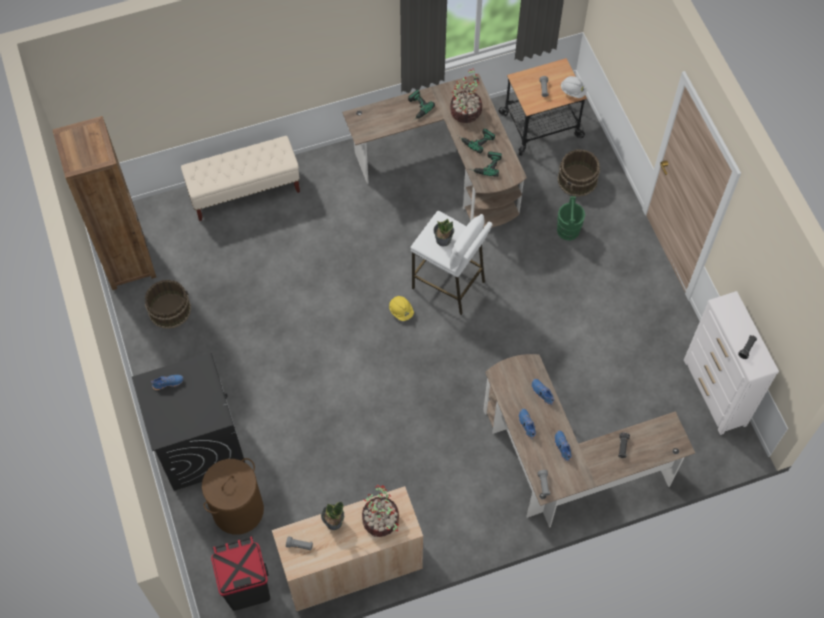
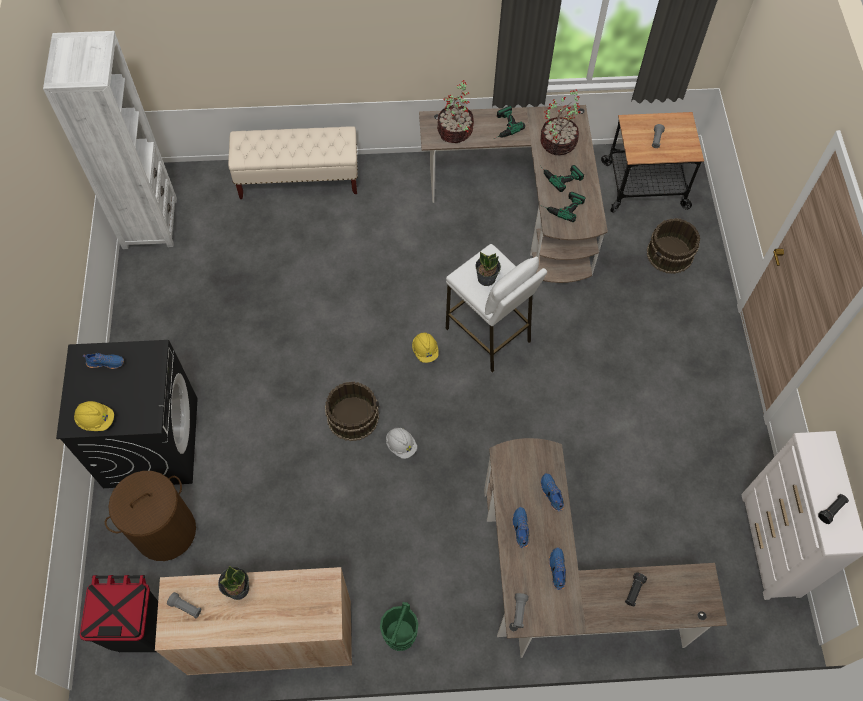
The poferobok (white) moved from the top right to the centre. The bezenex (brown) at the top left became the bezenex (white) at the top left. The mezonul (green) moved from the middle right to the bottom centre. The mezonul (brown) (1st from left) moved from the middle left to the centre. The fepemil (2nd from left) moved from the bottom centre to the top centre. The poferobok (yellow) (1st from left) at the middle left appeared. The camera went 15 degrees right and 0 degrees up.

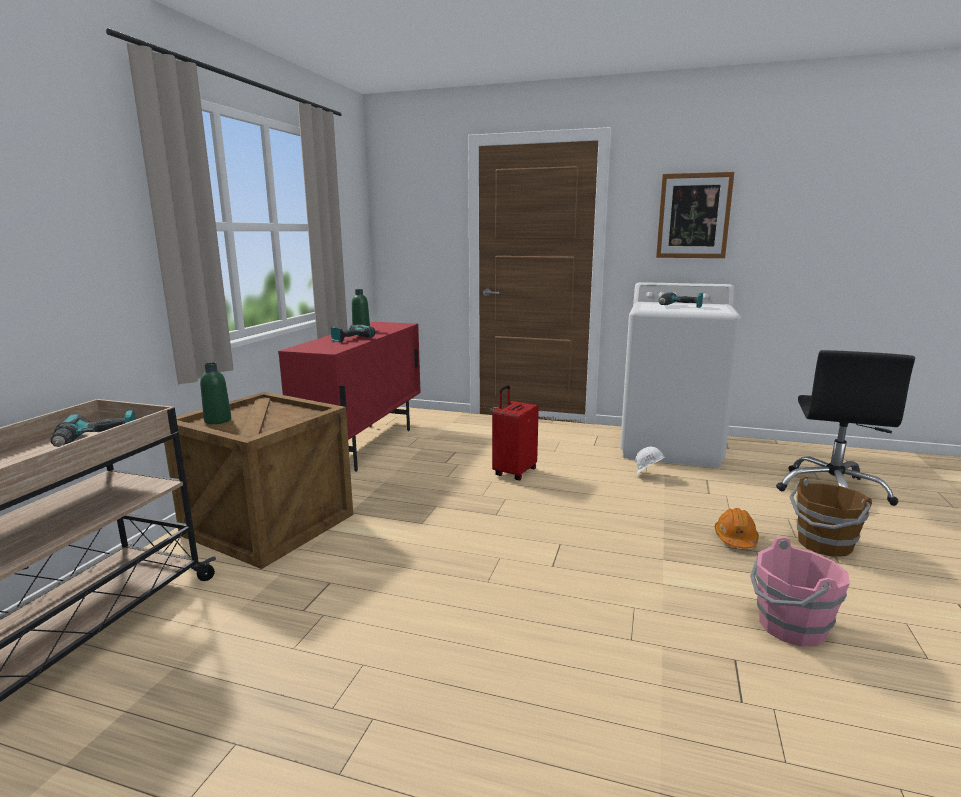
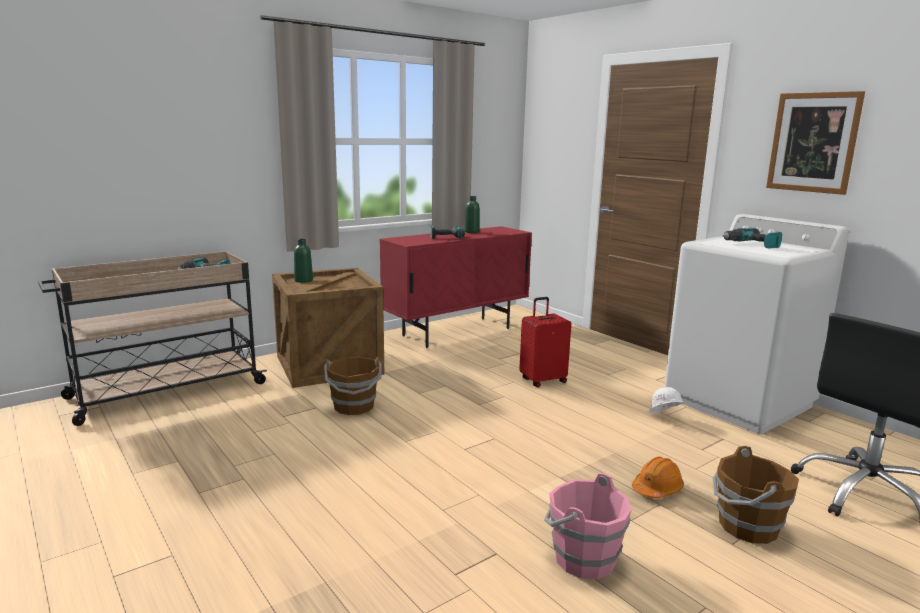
The mezonul (brown) (1st from left) at the centre appeared. The camera went 35 degrees right and 0 degrees up.

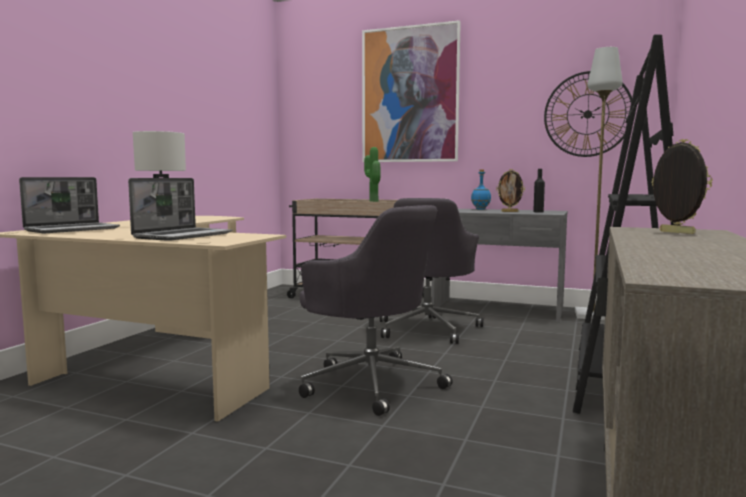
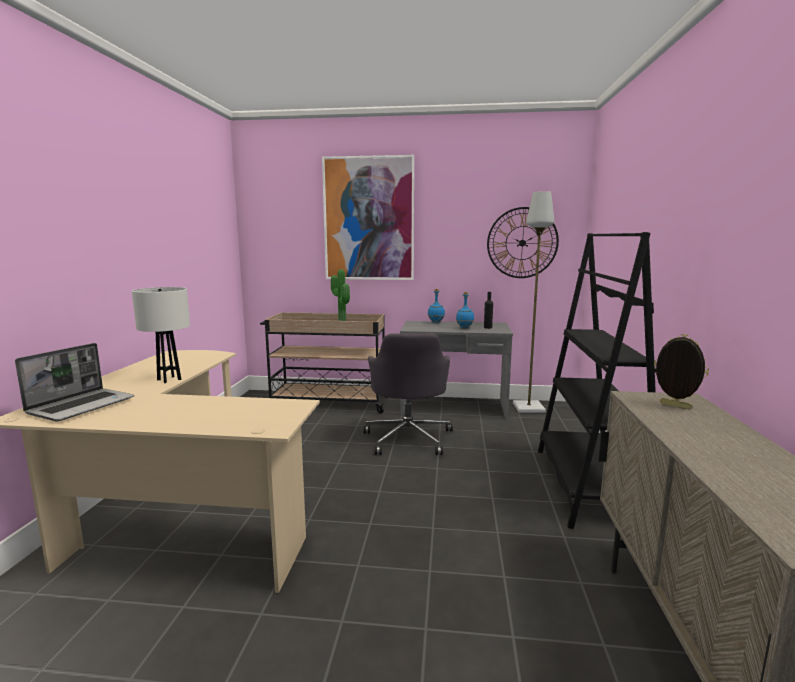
The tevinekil (1st from left) at the middle right was replaced by the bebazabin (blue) (2nd from left) at the centre. The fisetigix (2nd from left) at the middle left disappeared. The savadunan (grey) (1st from left) at the centre disappeared. The camera went 15 degrees left and 5 degrees up.

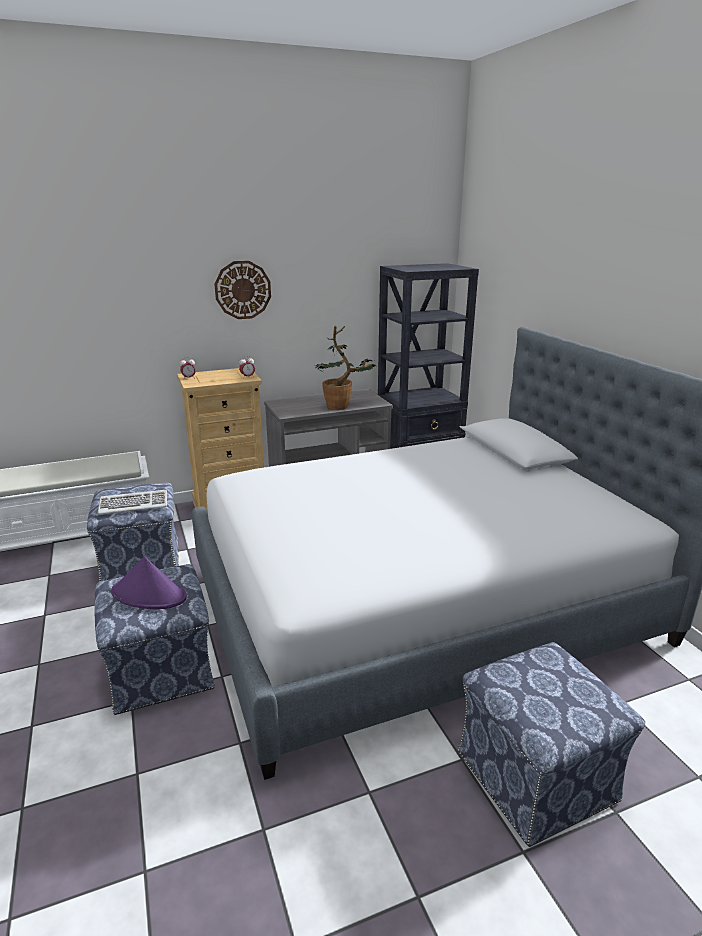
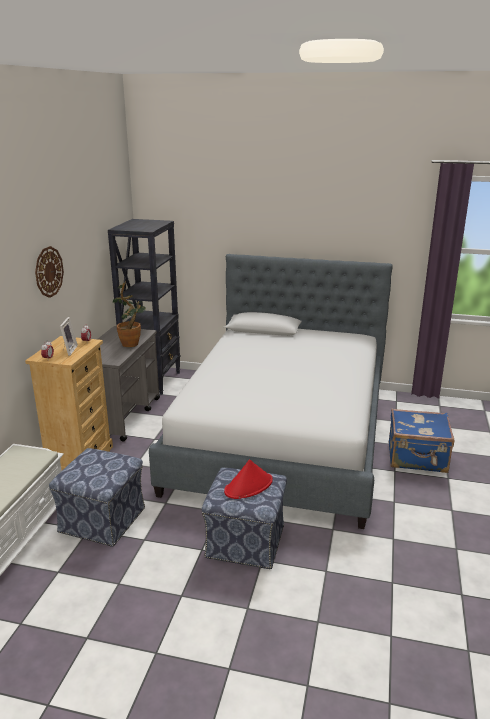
The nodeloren at the middle left disappeared. The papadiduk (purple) at the middle left became the papadiduk (red) at the centre. The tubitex (3rd from left) at the bottom right was replaced by the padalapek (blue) at the middle right. The tevinekil at the middle left appeared. The camera went 55 degrees left and 0 degrees up.

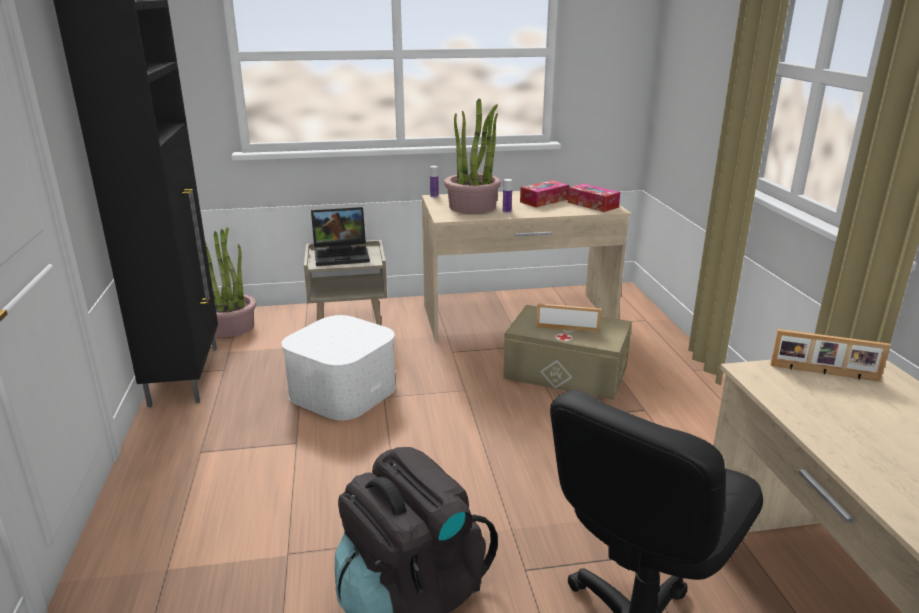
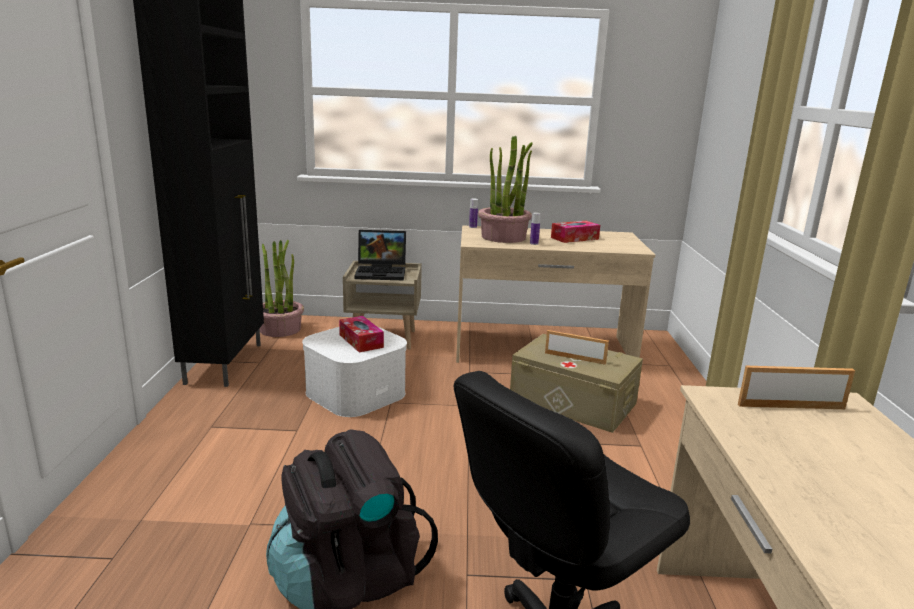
The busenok (2nd from left in the first image) moved from the top centre to the centre. The tevinekil (2nd from left) at the middle right turned 150 degrees clockwise. The camera went 10 degrees right and 5 degrees down.

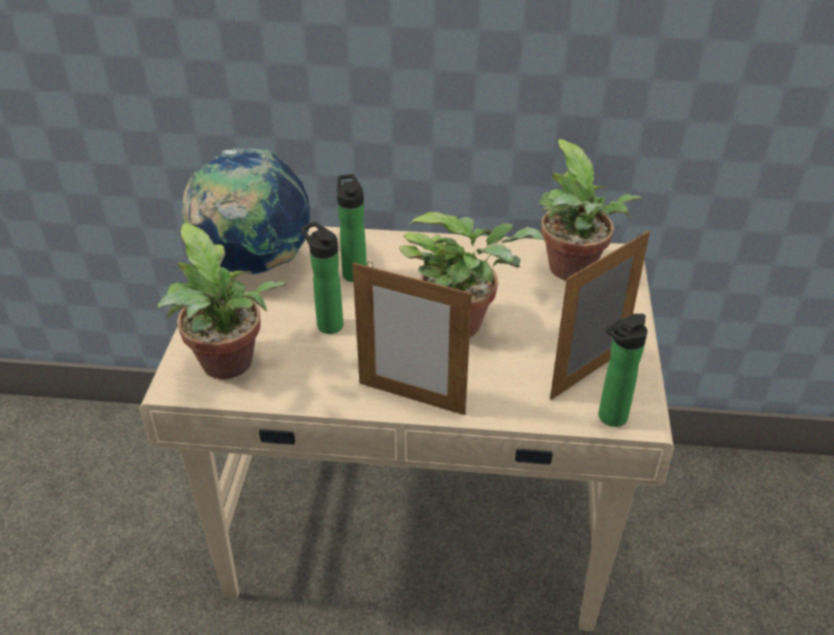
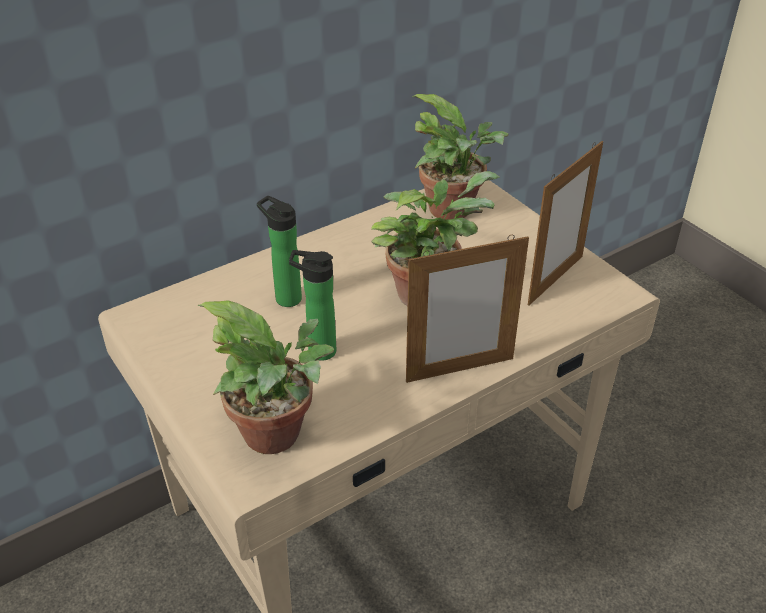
The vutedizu at the top left disappeared. The tevinekil (2nd from left) at the middle right turned 150 degrees counterclockwise. The bebazabin (3rd from left) at the middle right disappeared. The camera went 40 degrees left and 0 degrees up.

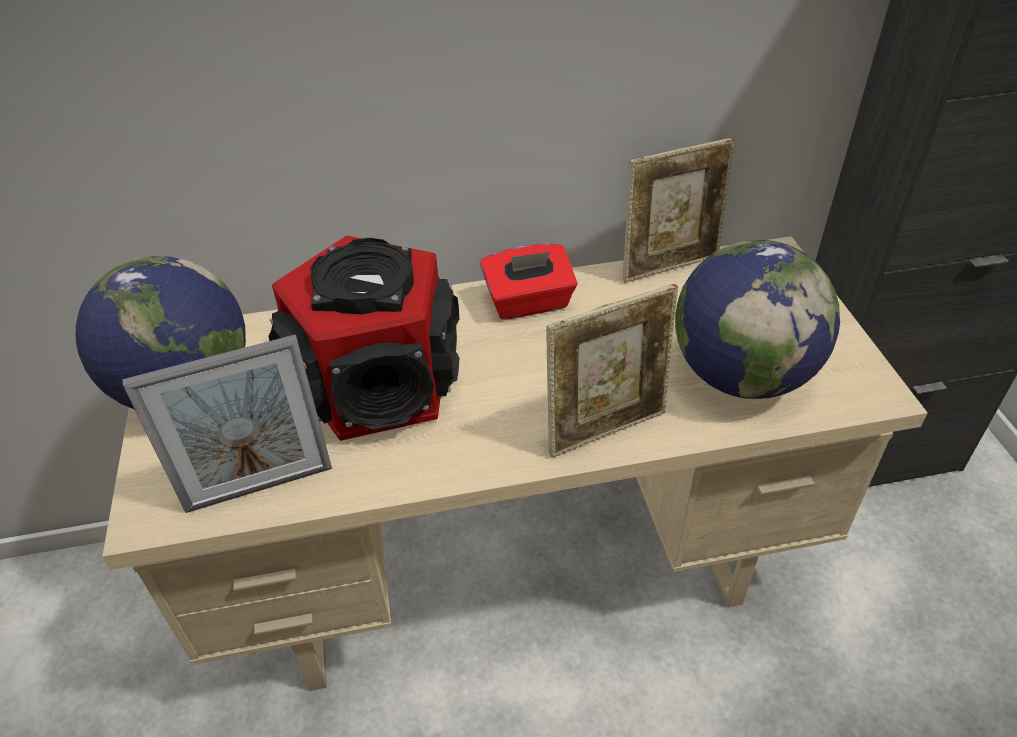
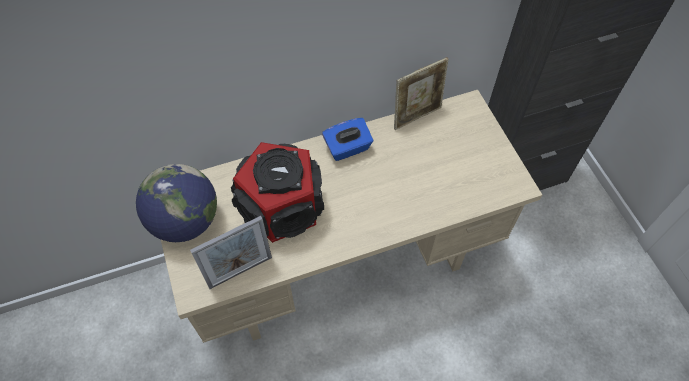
The vutedizu (2nd from left) at the middle right disappeared. The busenok (red) at the centre became the busenok (blue) at the centre. The tevinekil (2nd from left) at the centre disappeared. The camera went 10 degrees left and 15 degrees up.

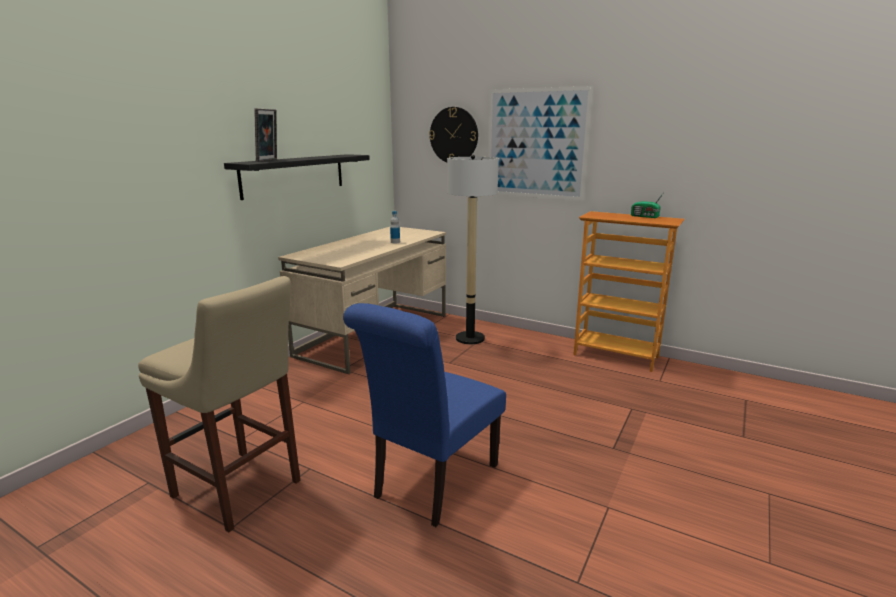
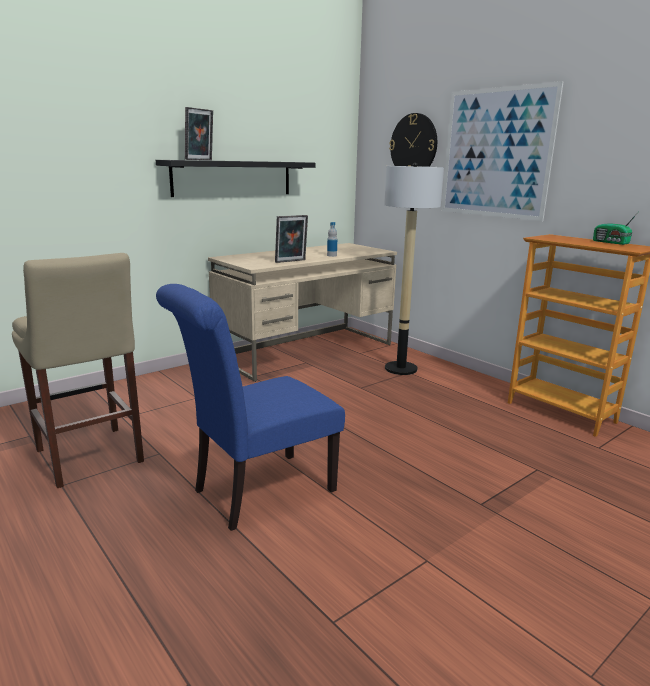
The tevinekil (2nd from left) at the centre appeared. The camera went 20 degrees right and 0 degrees up.

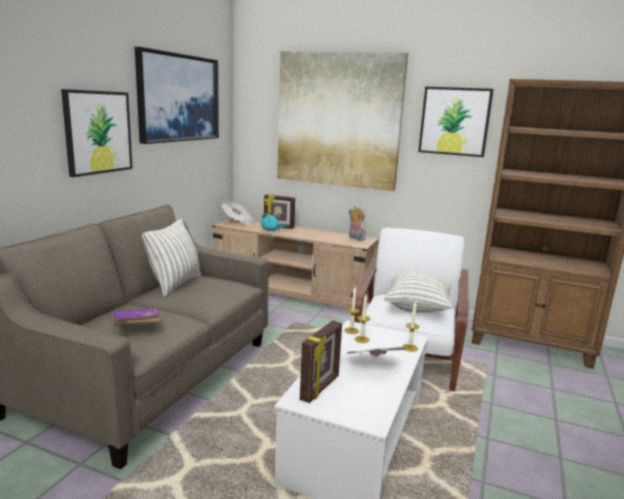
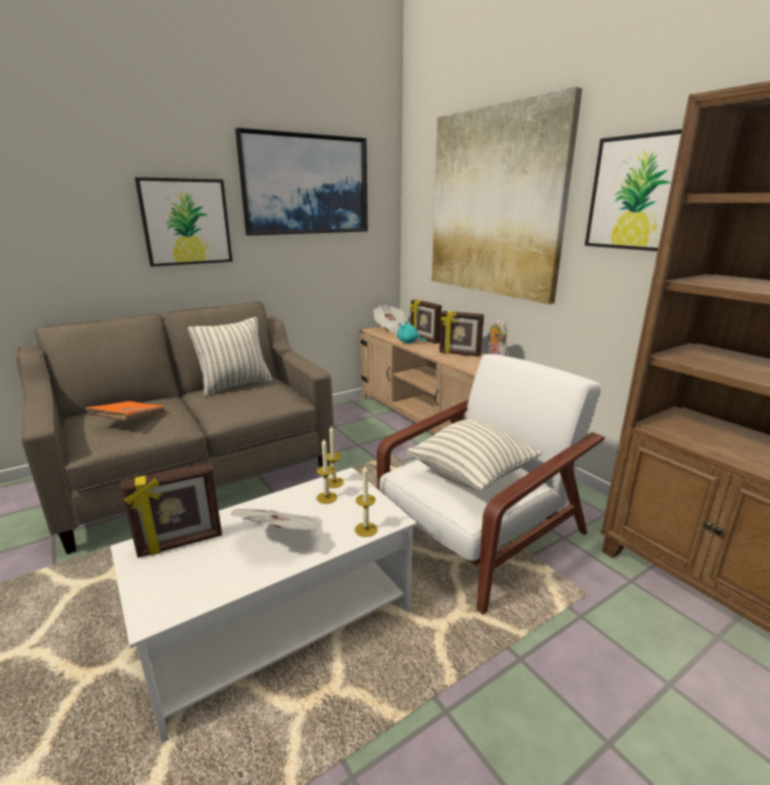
The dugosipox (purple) at the middle left became the dugosipox (orange) at the middle left. The tevinekil (3rd from left) at the centre appeared. The camera went 35 degrees right and 5 degrees up.

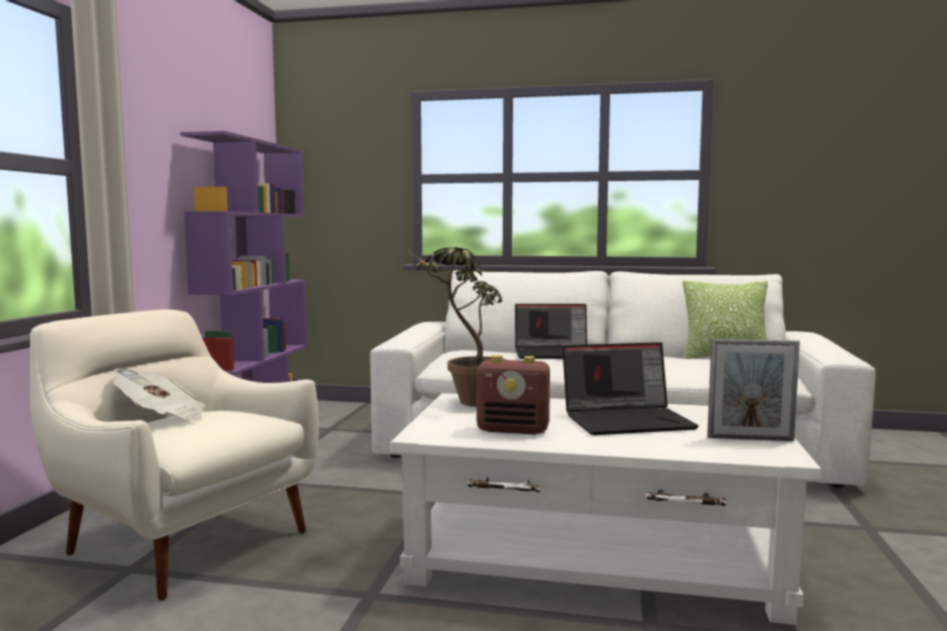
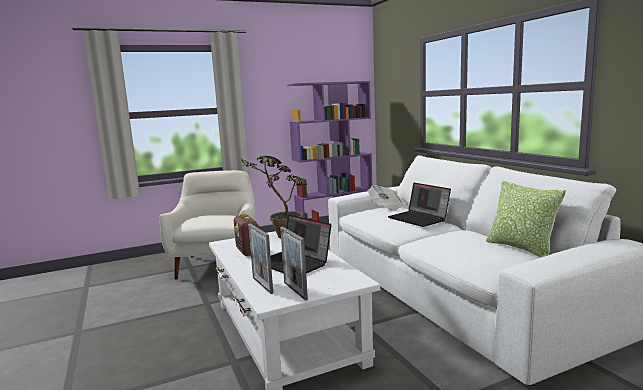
The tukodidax moved from the middle left to the centre. The tevinekil (1st from left) at the centre appeared. The camera went 55 degrees right and 5 degrees up.

